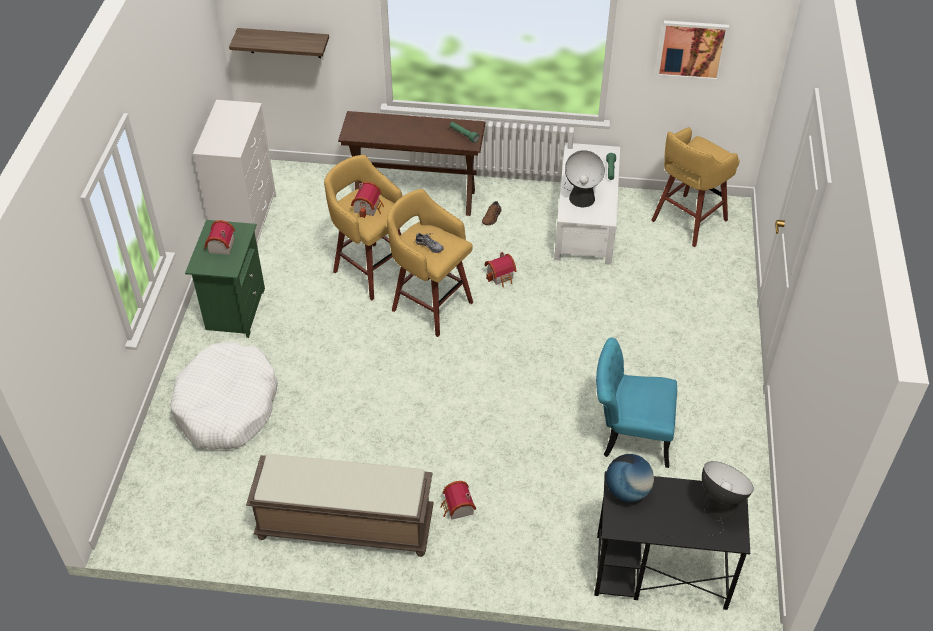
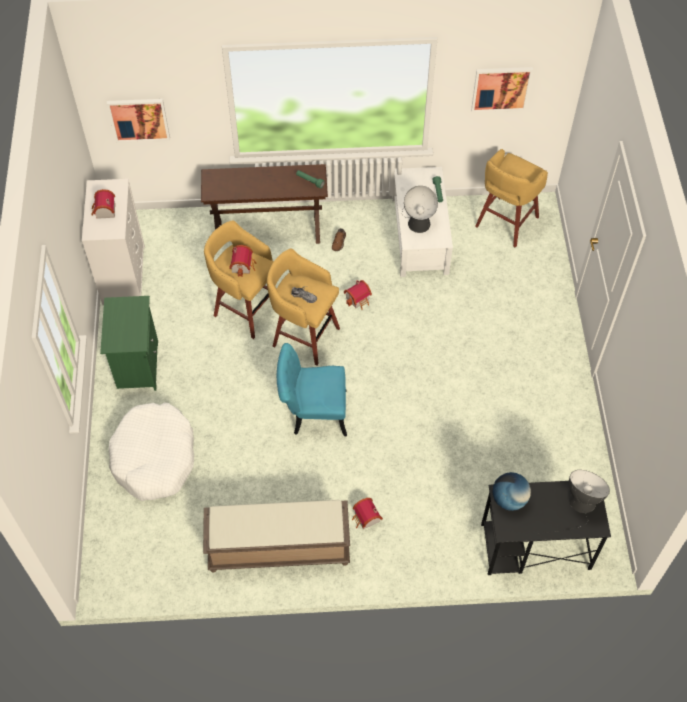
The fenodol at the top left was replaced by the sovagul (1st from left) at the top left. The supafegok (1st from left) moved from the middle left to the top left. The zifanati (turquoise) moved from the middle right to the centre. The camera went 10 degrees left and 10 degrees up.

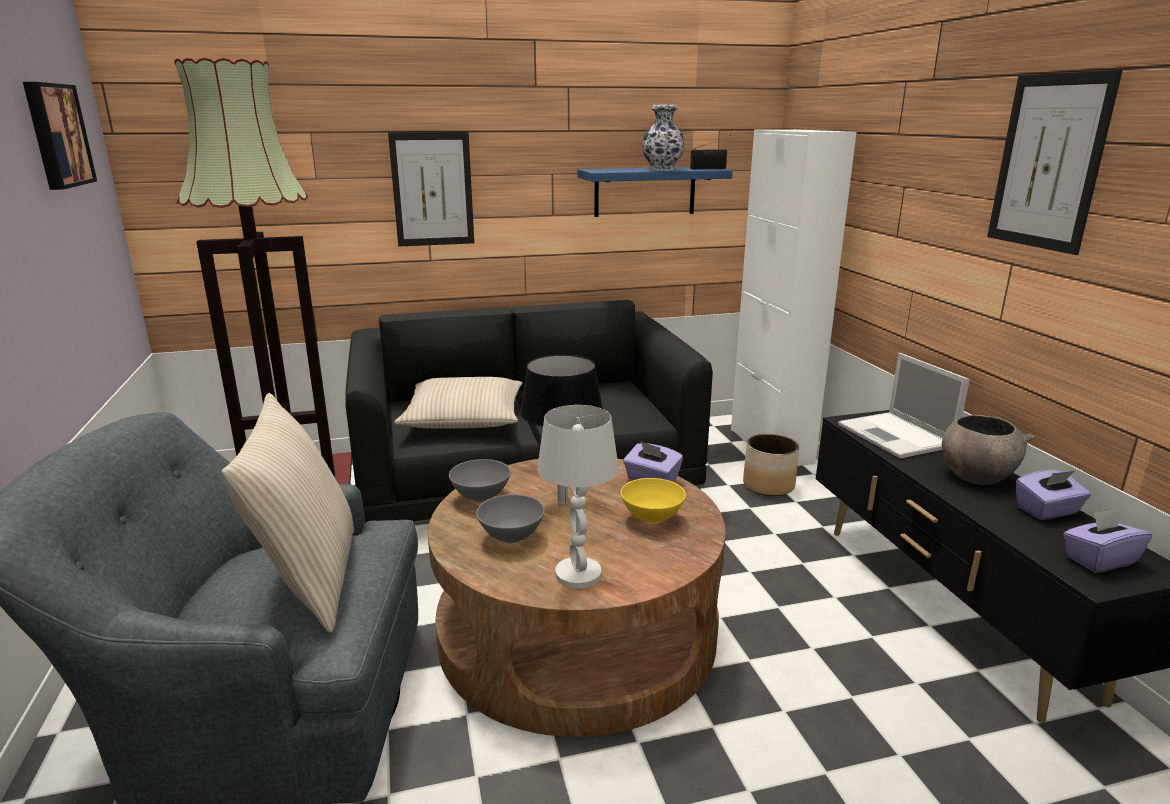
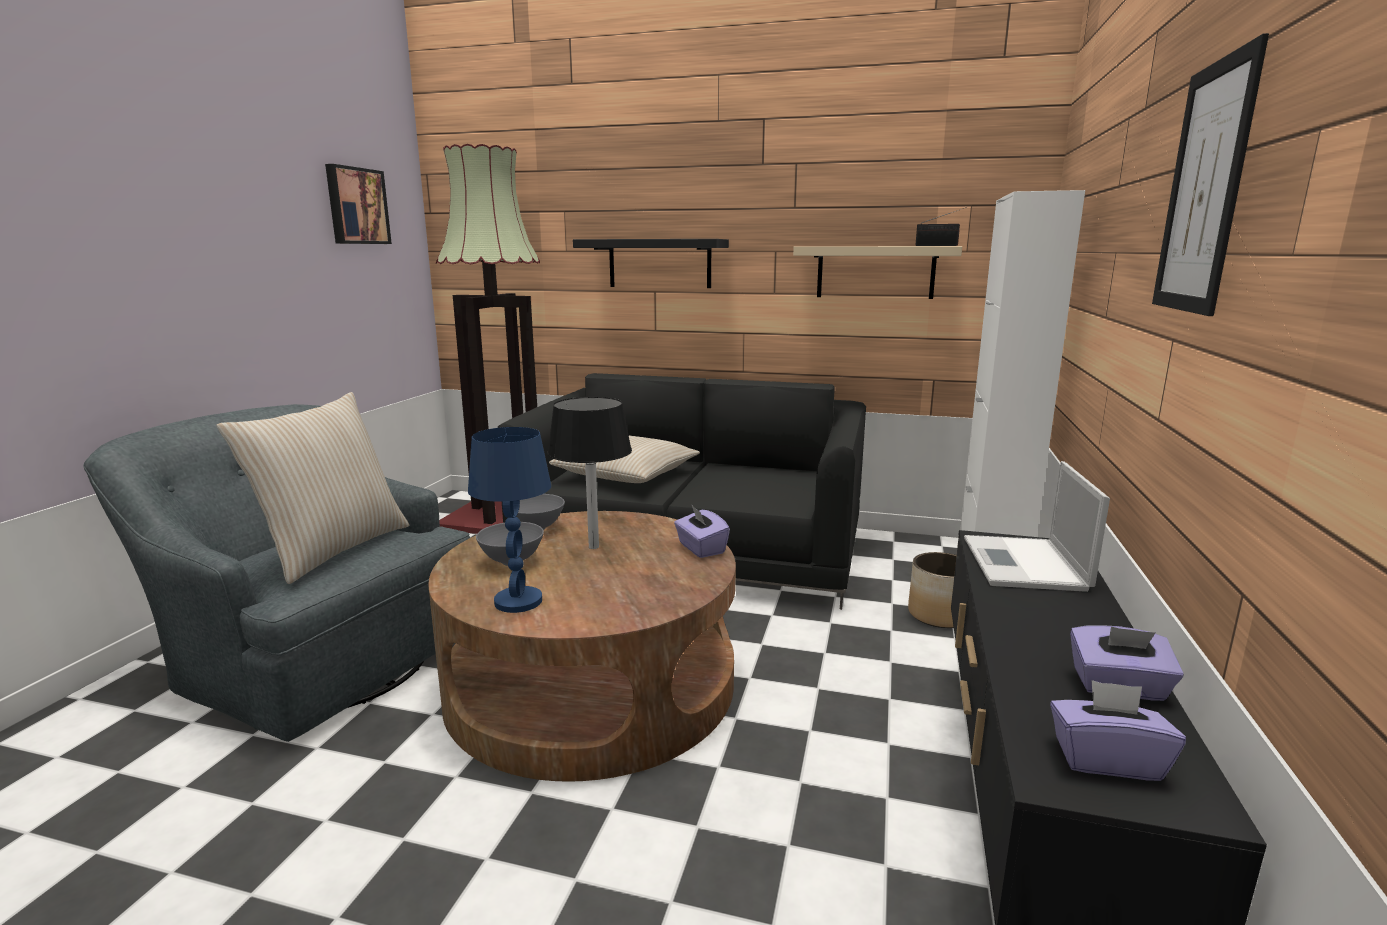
The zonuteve at the top centre disappeared. The sovagul (2nd from left) at the top centre was replaced by the fenodol (black) at the top centre. The fenodol (blue) at the top centre became the fenodol (beige) at the top centre. The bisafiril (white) at the centre became the bisafiril (blue) at the centre. The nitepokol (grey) (3rd from left) at the middle right disappeared. The nitepokol (yellow) at the centre disappeared. The camera went 30 degrees right and 5 degrees down.

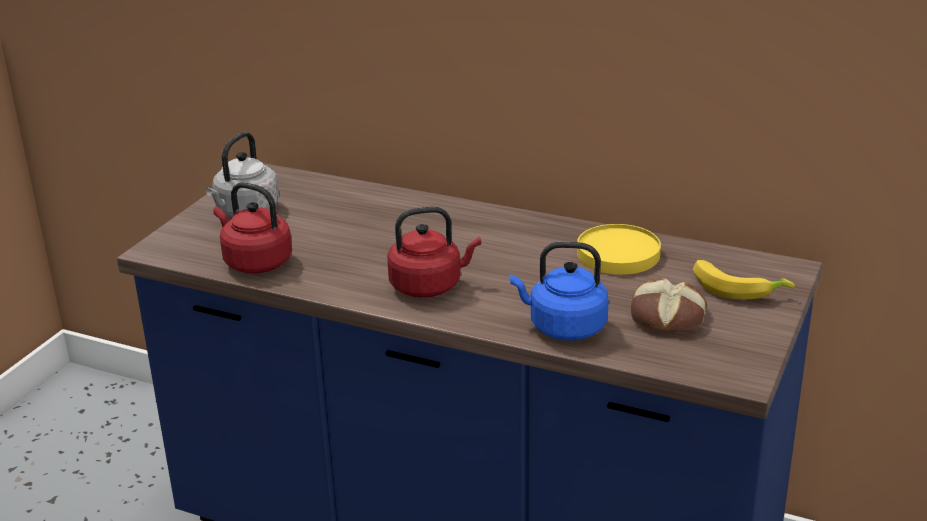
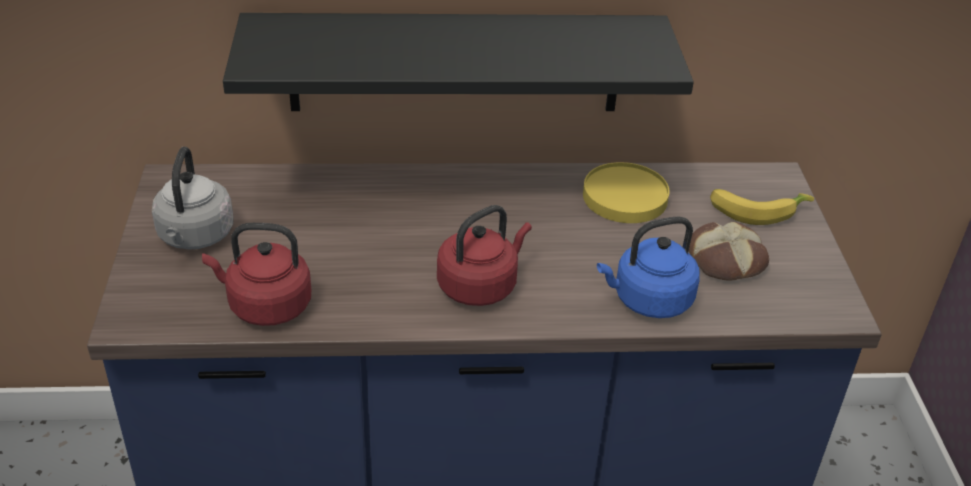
The fenodol (black) at the top centre appeared. The camera went 30 degrees left and 10 degrees up.

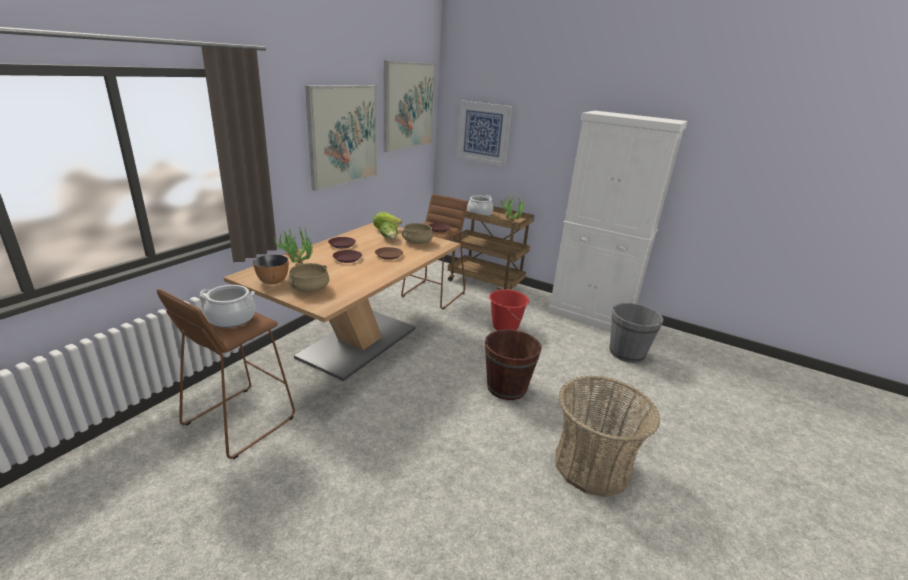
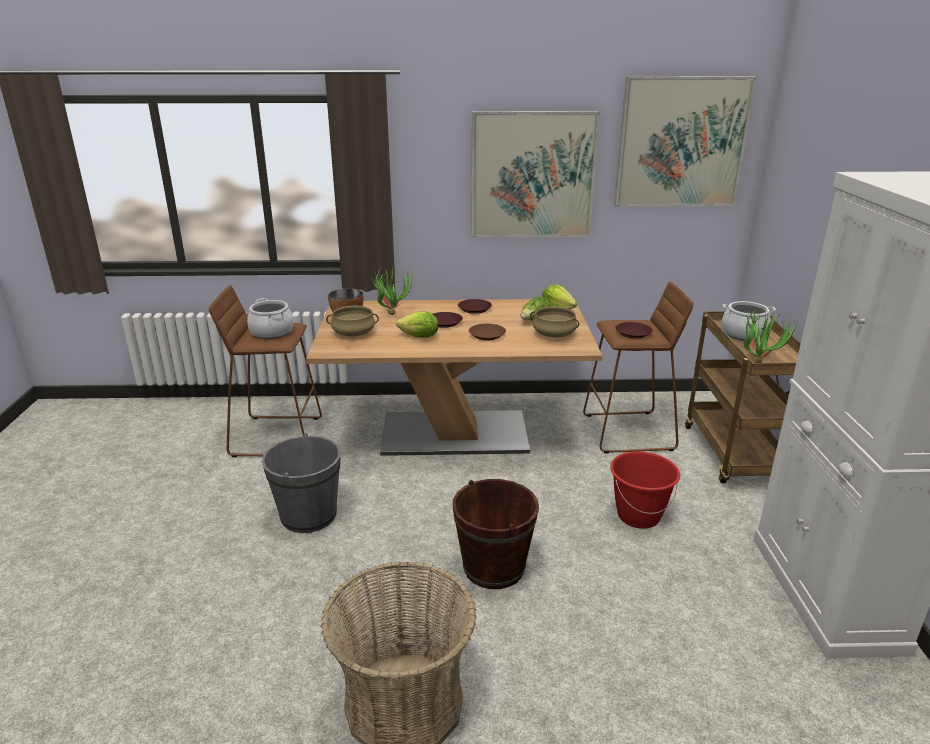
The sovagul (3rd from left) at the top centre disappeared. The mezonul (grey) moved from the middle right to the middle left. The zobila (1st from left) at the centre appeared. The camera went 60 degrees right and 0 degrees up.

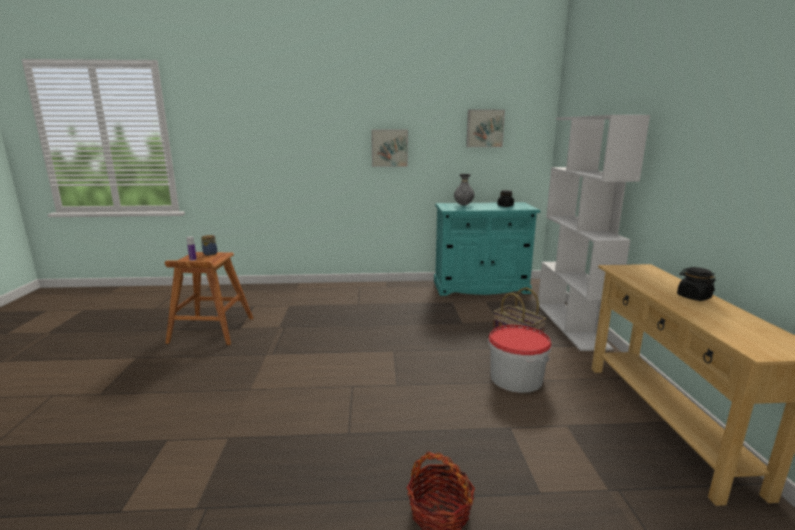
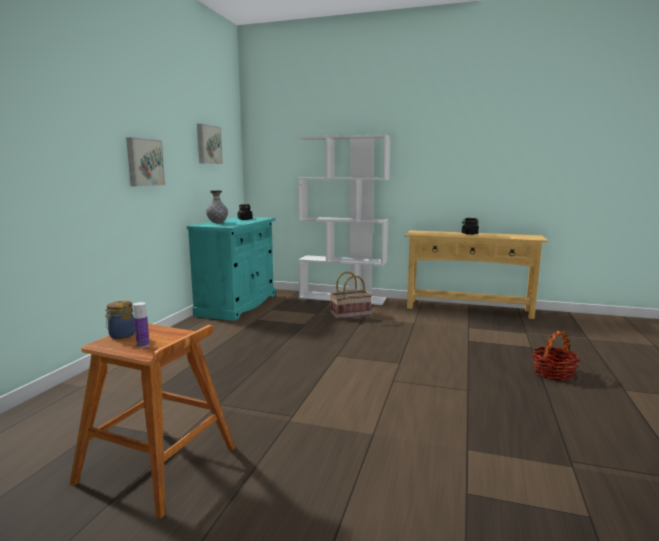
The mezonul at the bottom centre disappeared. The camera went 70 degrees left and 5 degrees down.

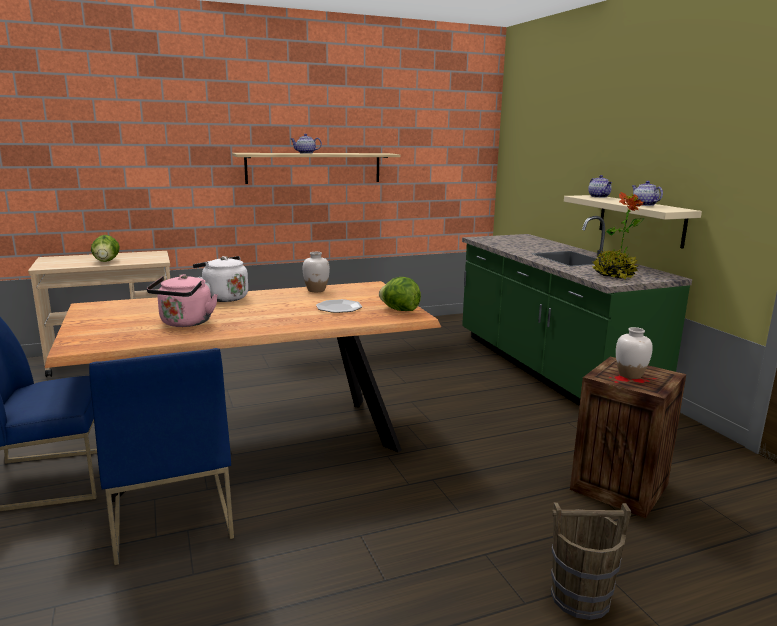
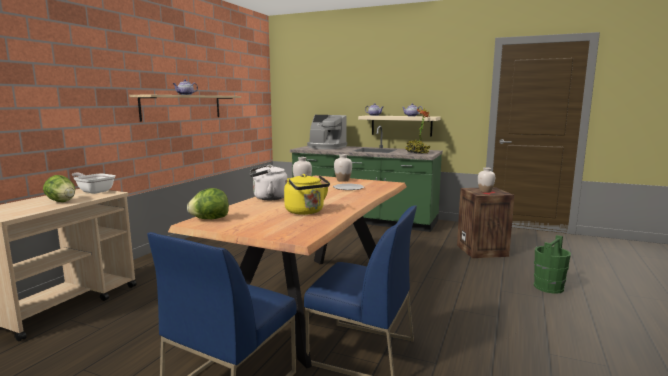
The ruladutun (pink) at the middle left became the ruladutun (yellow) at the centre. The zobila (2nd from left) moved from the centre to the middle left. The mezonul (brown) at the bottom right became the mezonul (green) at the bottom right. The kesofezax at the centre appeared. The zonuteve (white) (2nd from left) at the centre appeared. The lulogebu at the middle left appeared. The camera went 45 degrees left and 5 degrees down.

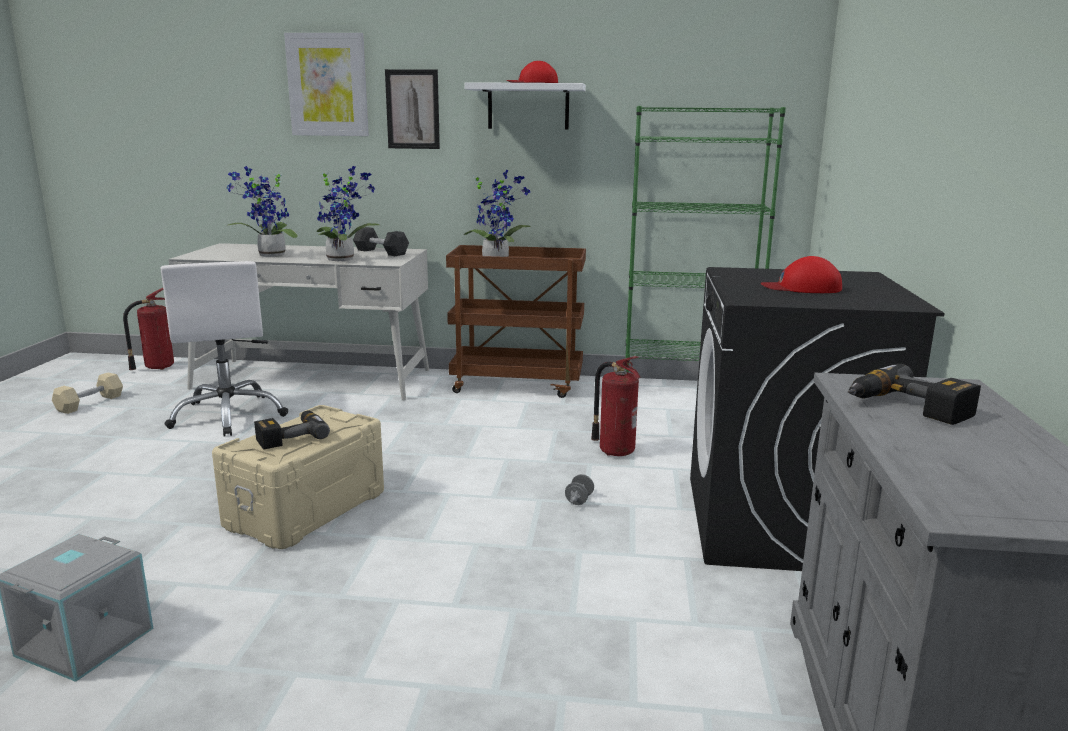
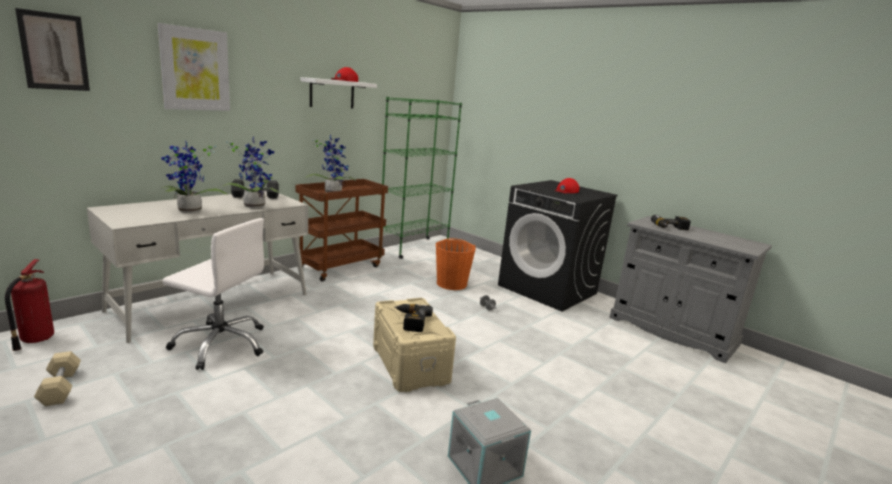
The sovagul (2nd from left in the first image) moved from the top centre to the top left. The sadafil (2nd from left) at the centre was replaced by the mezonul (orange) at the centre. The camera went 55 degrees left and 0 degrees up.

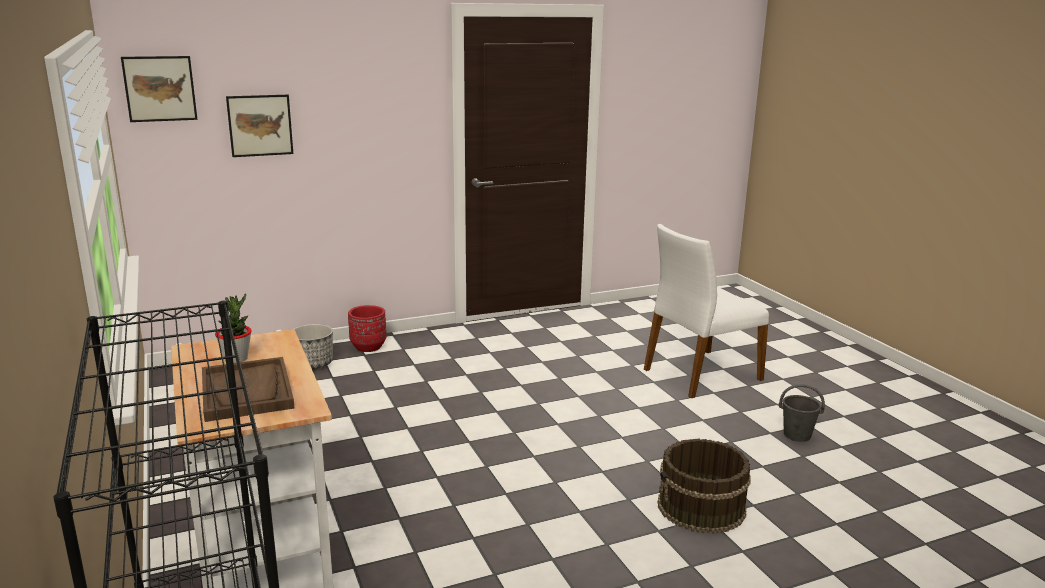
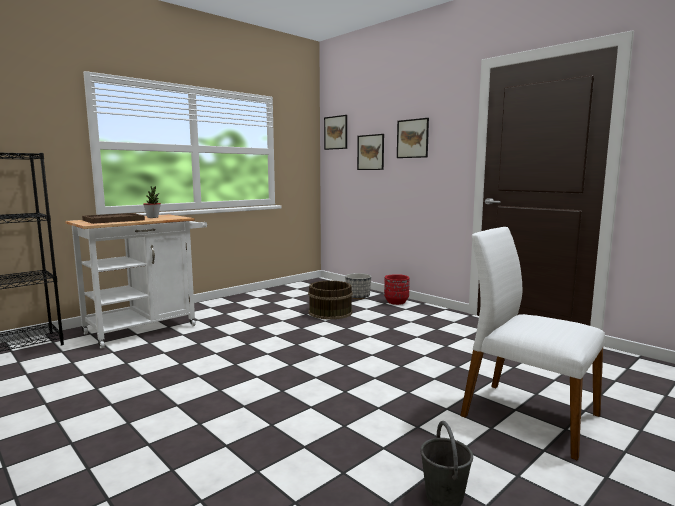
The mezonul (brown) moved from the bottom right to the centre. The sovagul (3rd from left) at the top centre appeared. The camera went 70 degrees right and 10 degrees down.

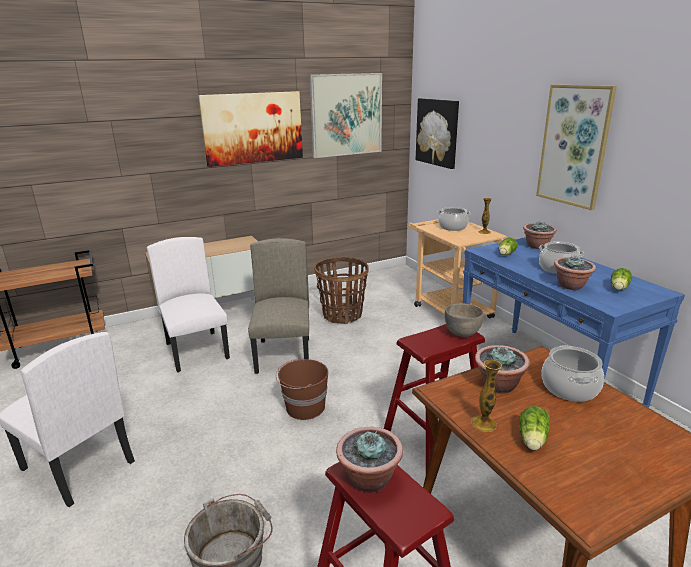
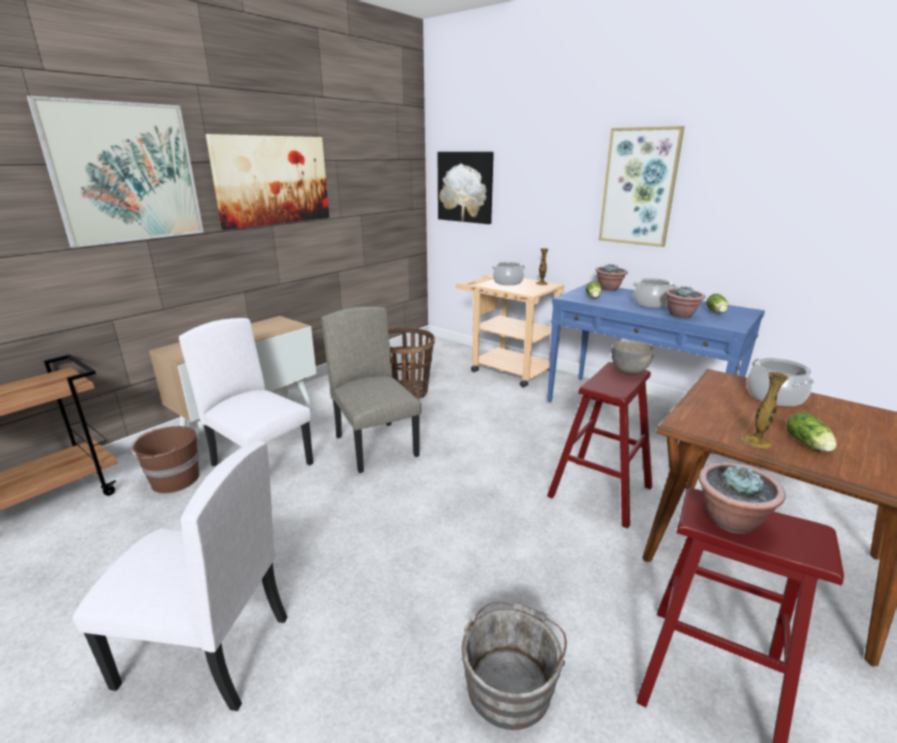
The sovagul (2nd from left in the first image) moved from the top centre to the top left. The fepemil (2nd from left) at the middle right disappeared. The mezonul (brown) moved from the bottom centre to the middle left. The camera went 25 degrees left and 0 degrees up.

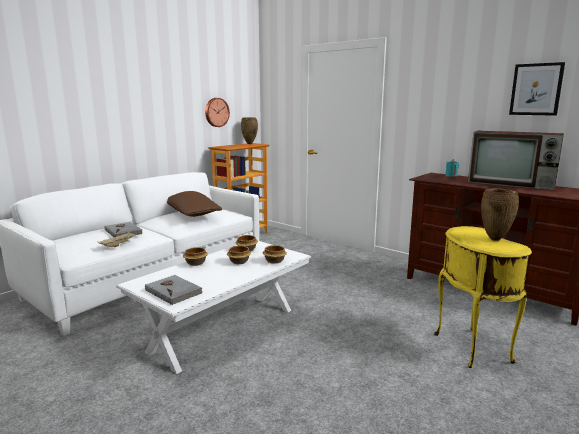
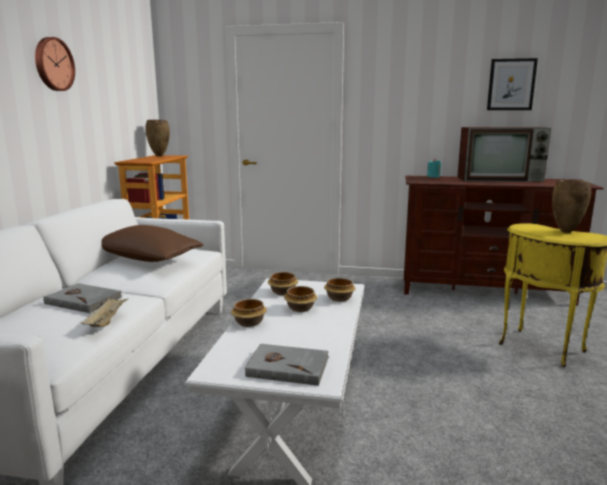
The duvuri moved from the top centre to the top left. The camera went 30 degrees left and 0 degrees up.

